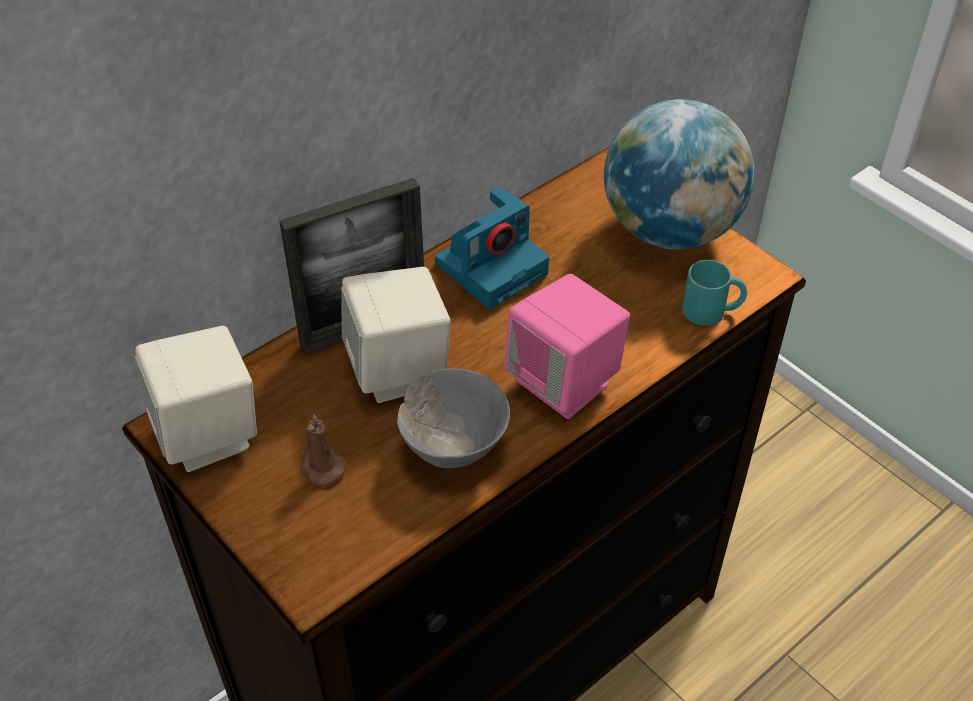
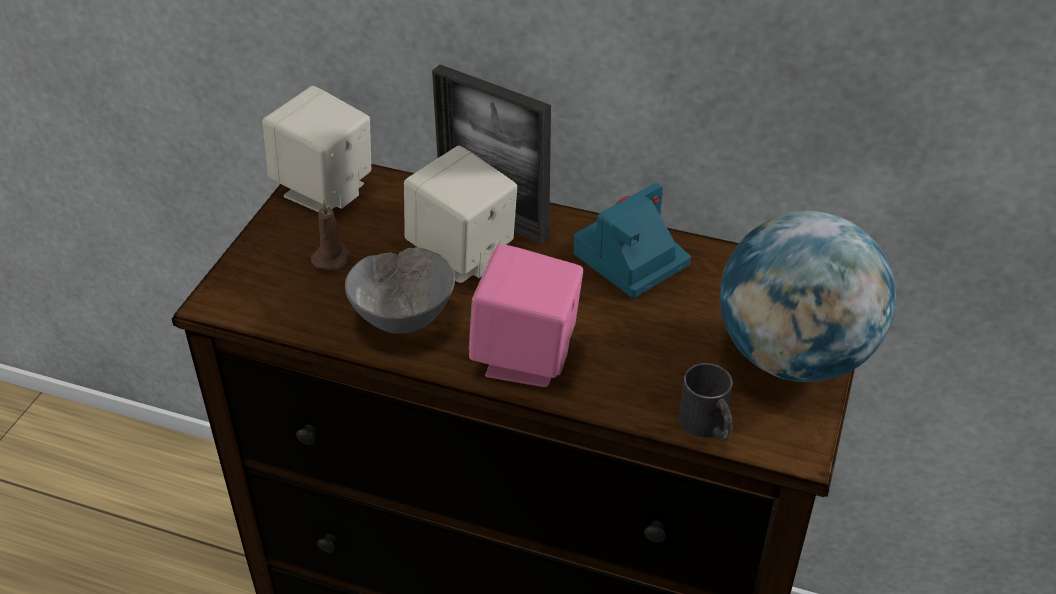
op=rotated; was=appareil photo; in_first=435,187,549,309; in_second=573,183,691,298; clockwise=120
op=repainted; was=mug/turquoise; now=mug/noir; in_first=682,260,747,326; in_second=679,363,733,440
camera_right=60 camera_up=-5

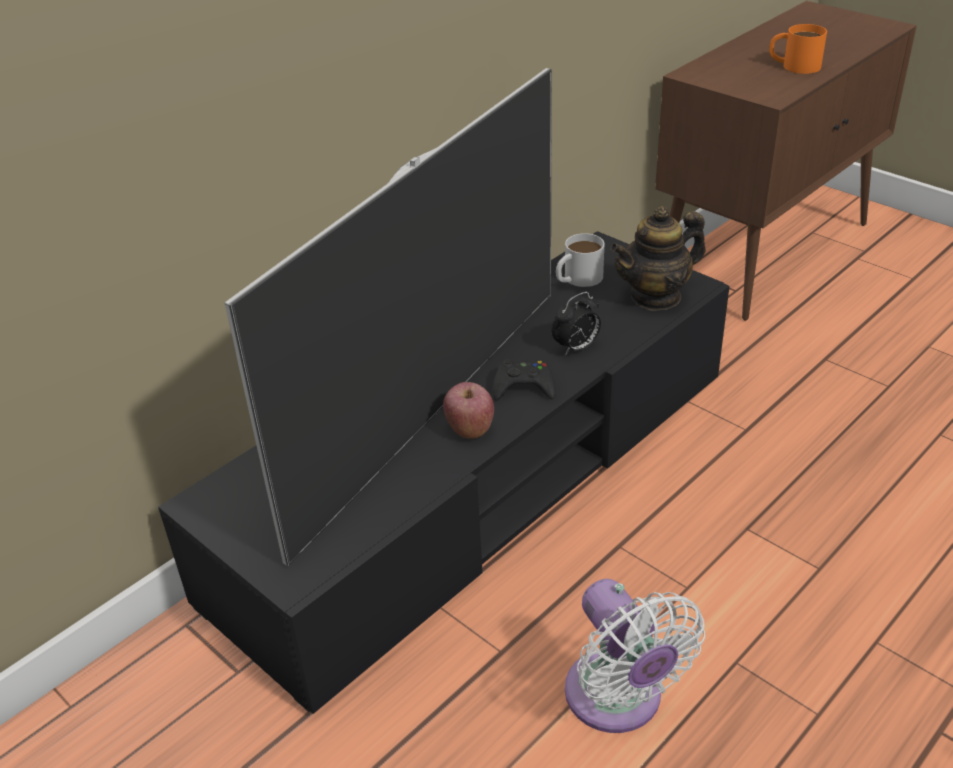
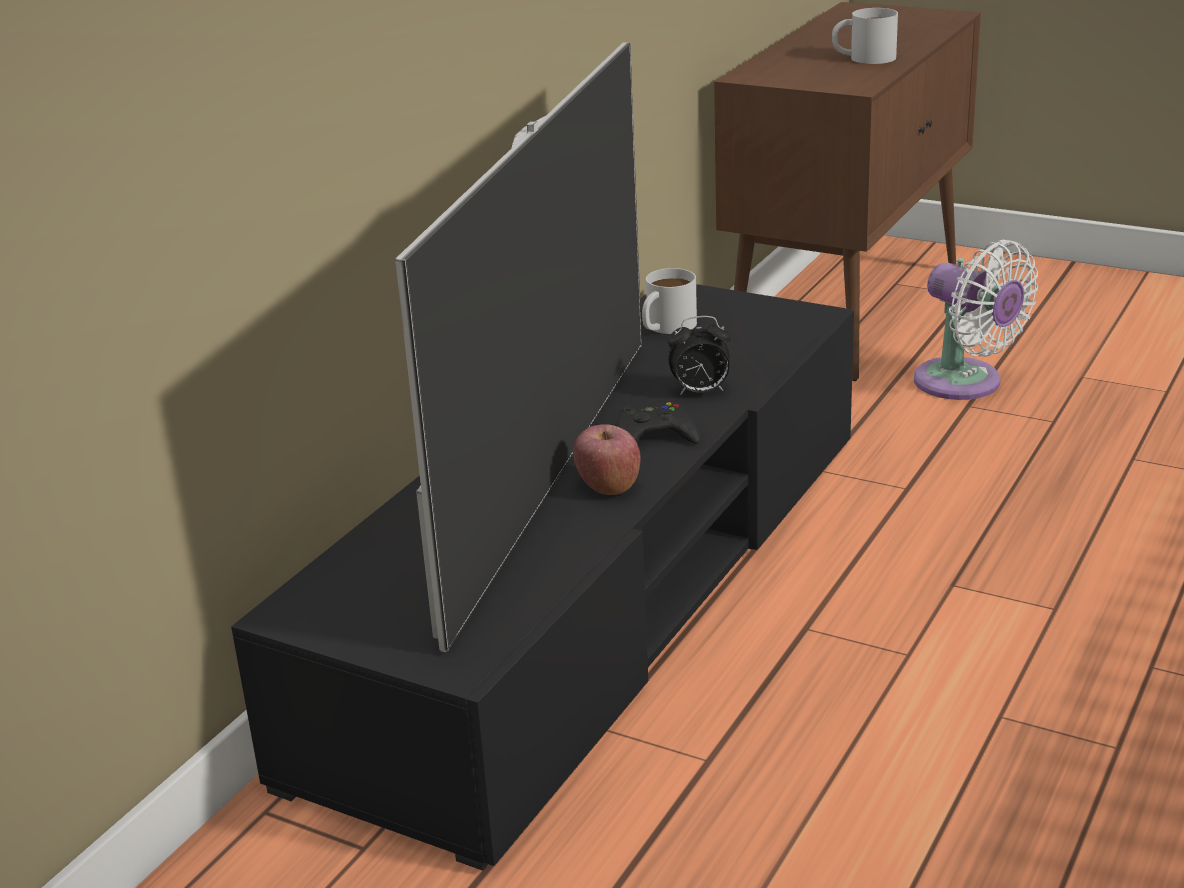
op=rotated; was=réveil; in_first=552,292,601,355; in_second=668,316,731,395; clockwise=45
op=repainted; was=mug/orange; now=mug/blanc; in_first=769,24,827,74; in_second=832,8,898,64
op=shifted; was=ventilateur/blanc; in_first=565,579,705,733; in_second=914,239,1038,400
op=gone; was=théière; in_first=610,206,706,311
camera_right=-15 camera_up=-10

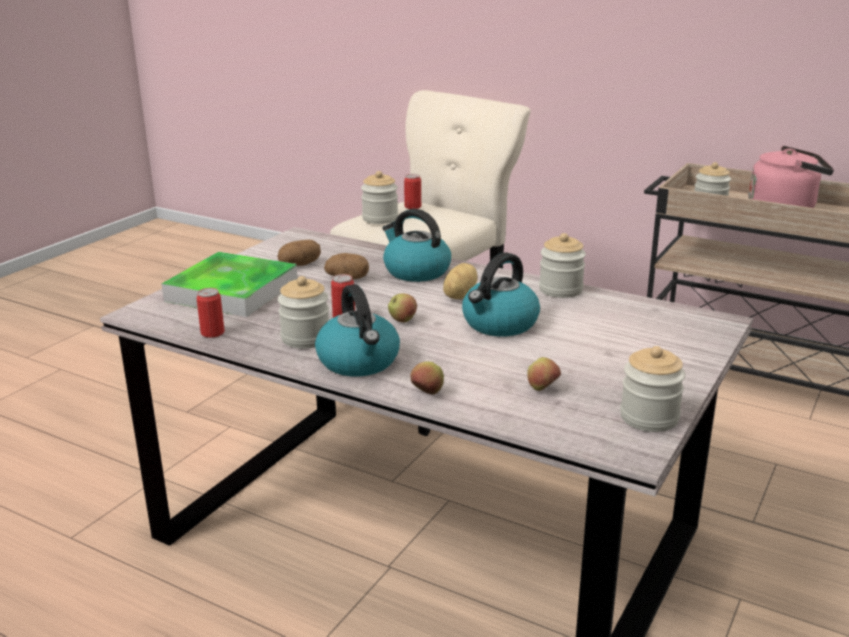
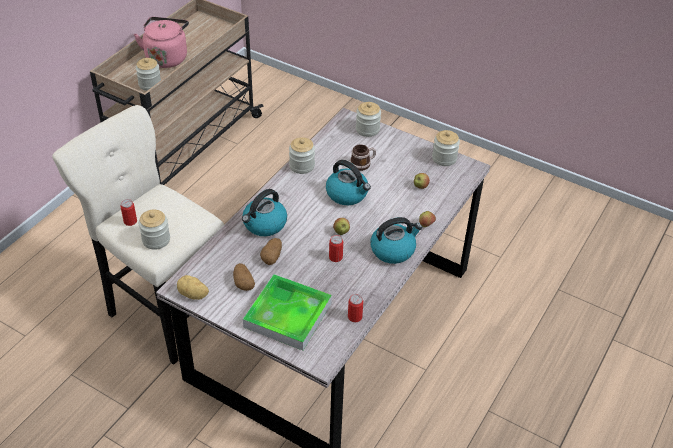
op=shifted; was=pomme de terre; in_first=443,263,478,299; in_second=177,275,209,300
op=new; now=mug; in_second=350,144,376,171
op=shifted; was=bocal; in_first=278,276,329,348; in_second=356,102,381,137
camera_right=-90 camera_up=20

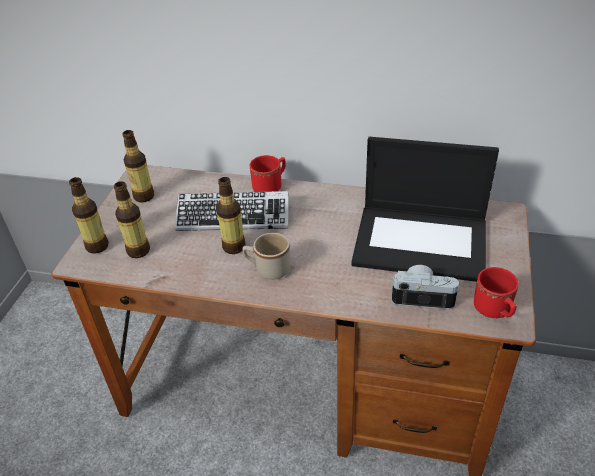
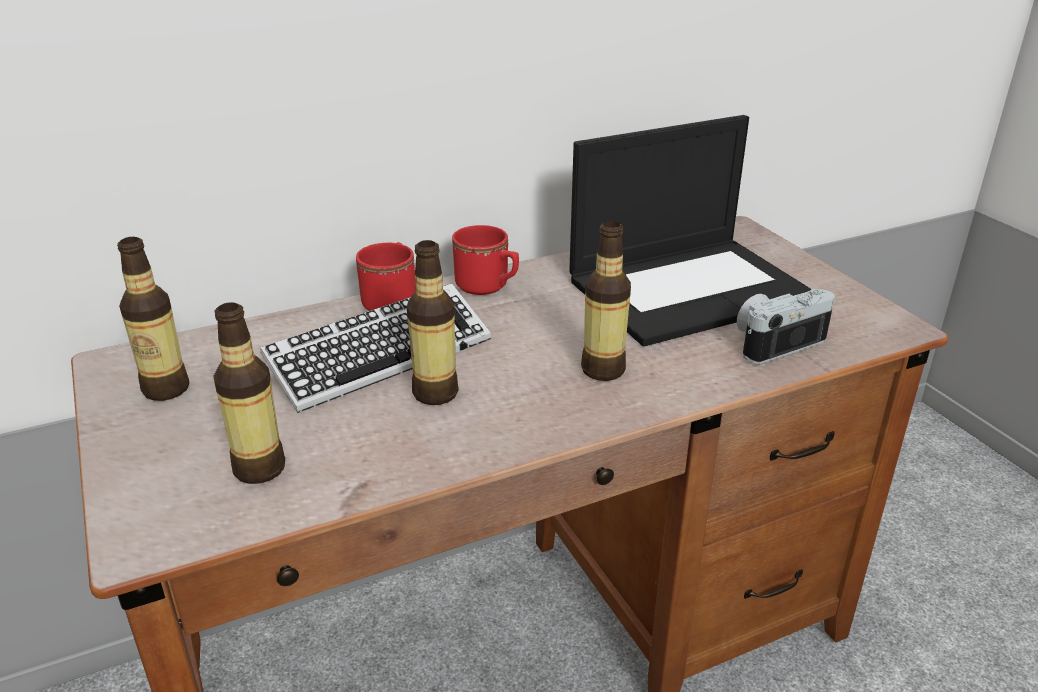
op=shifted; was=mug/rouge; in_first=474,267,519,318; in_second=452,225,519,295
op=shifted; was=bouteille; in_first=69,177,109,254; in_second=581,221,631,381
op=gone; was=mug/beige; in_first=243,233,291,280
camera_right=-40 camera_up=-10

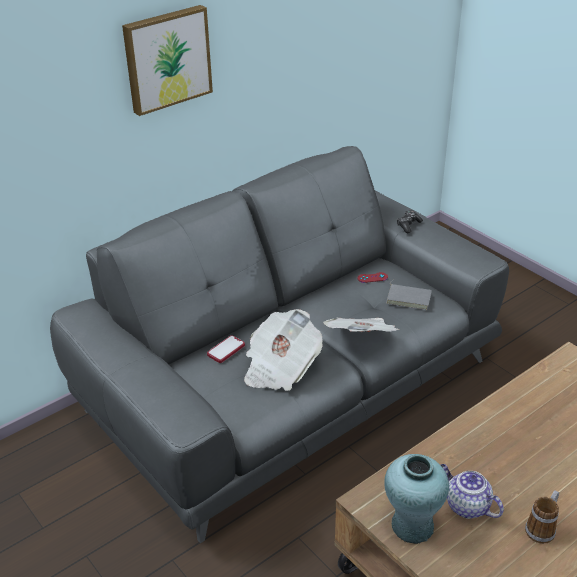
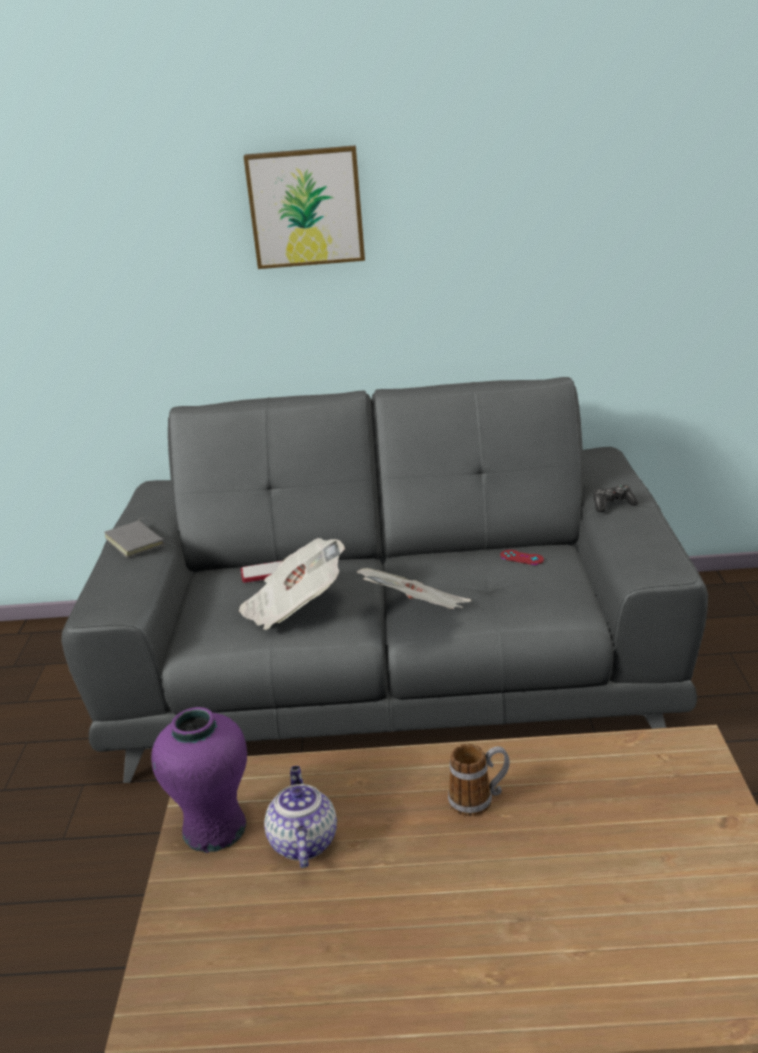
op=shifted; was=livre/gris; in_first=386,279,432,310; in_second=104,517,164,558
op=repainted; was=vase/turquoise; now=vase/violet; in_first=384,454,449,544; in_second=151,707,247,853
op=shifted; was=mug; in_first=525,490,559,544; in_second=448,744,510,816
camera_right=40 camera_up=-10

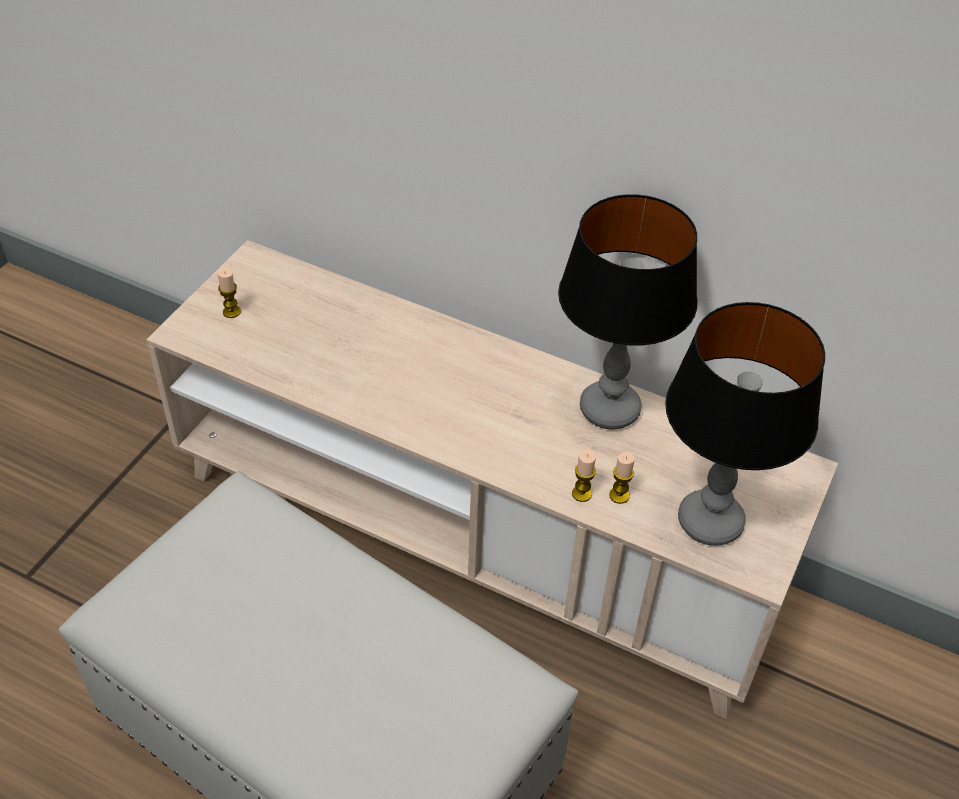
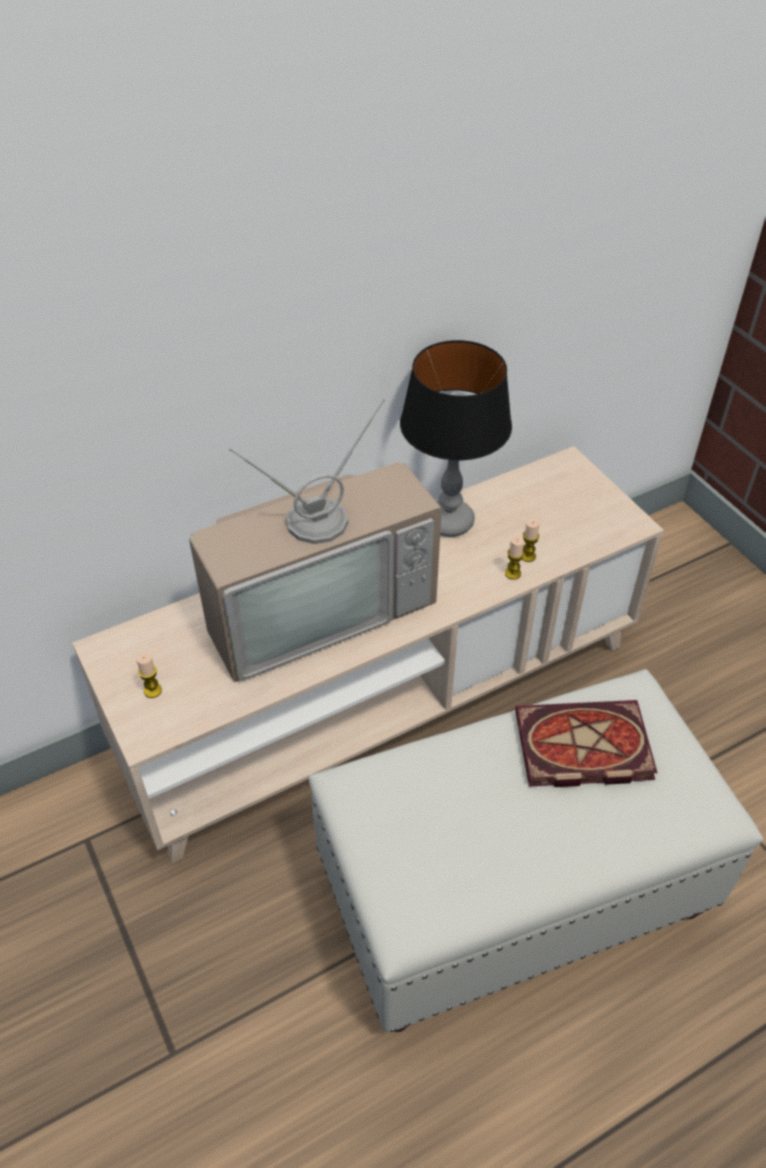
op=new; now=téléviseur; in_second=189,399,442,682
op=new; now=livre; in_second=515,700,658,787
op=gone; was=lampe de table; in_first=665,302,825,546
camera_right=-55 camera_up=0

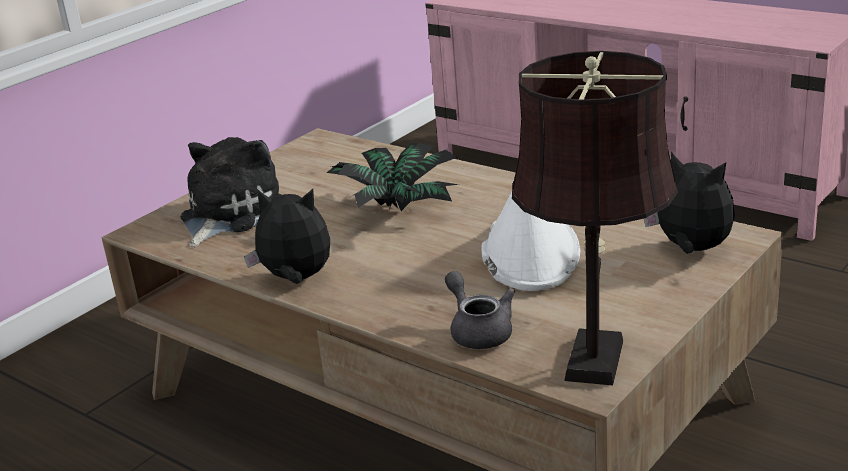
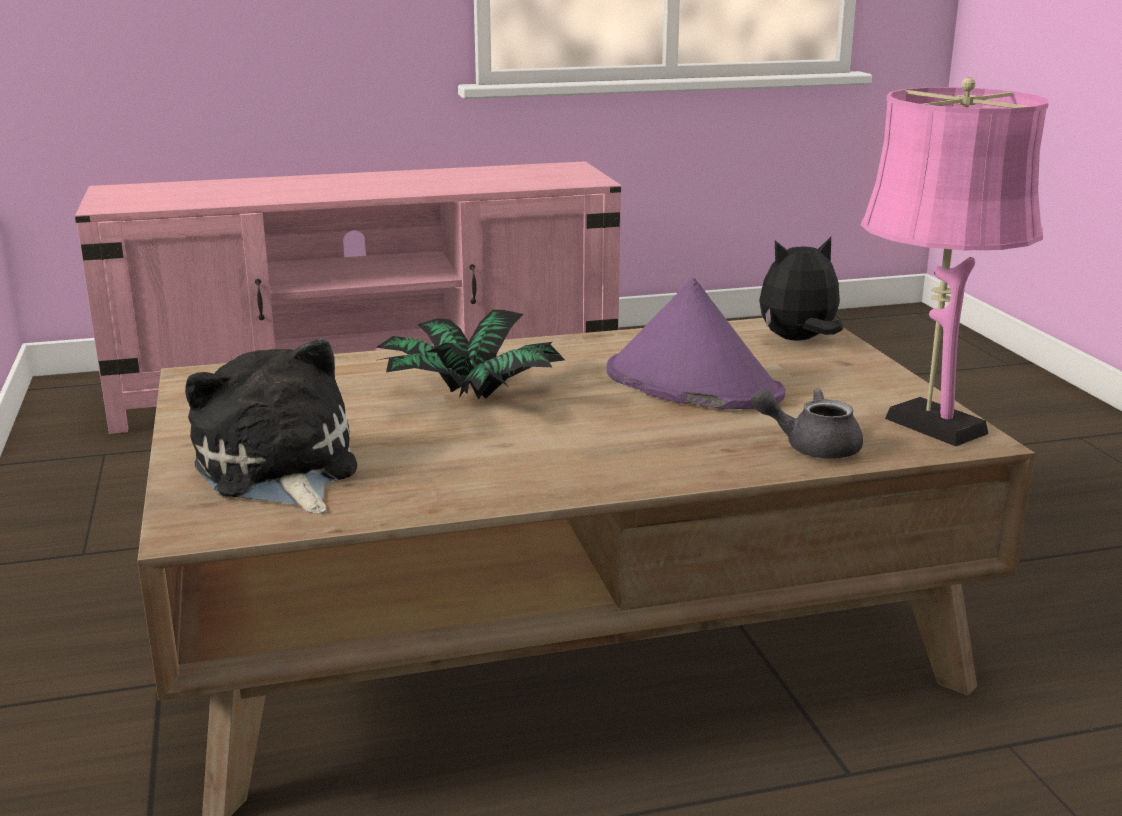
op=repainted; was=chapeau/blanc; now=chapeau/violet; in_first=481,191,581,291; in_second=606,278,785,409
op=repainted; was=lampe de table/marron; now=lampe de table/rose; in_first=512,51,678,386; in_second=861,77,1049,446
op=gone; was=peluche; in_first=244,189,330,284
camera_right=-55 camera_up=-5

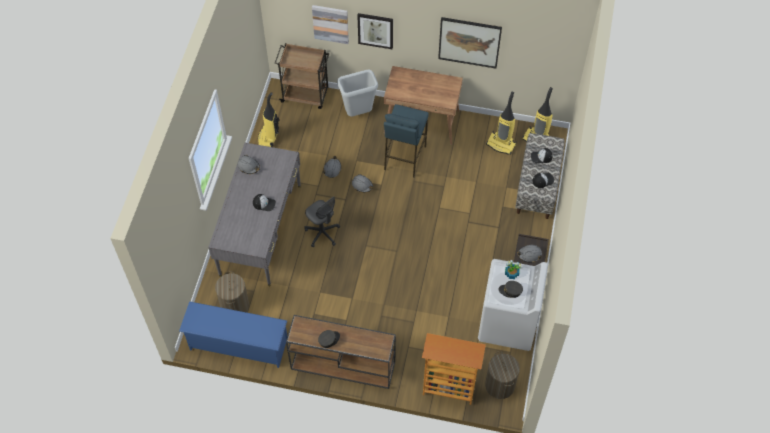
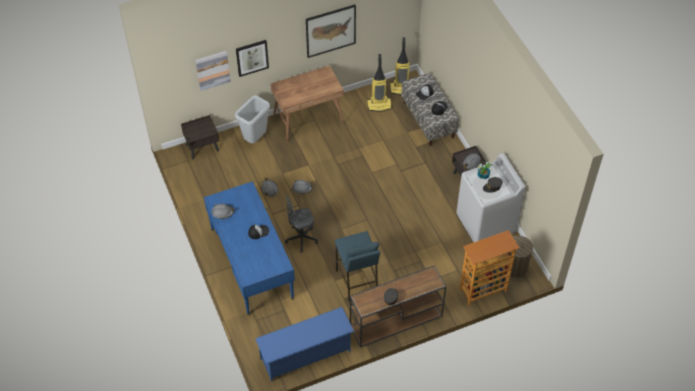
op=swapped; was=chariot/marron; now=table de chevet/marron; in_first=275,43,329,109; in_second=181,115,219,159
op=repainted; was=bureau/gris; now=bureau/bleu; in_first=208,143,301,286; in_second=204,181,295,315
op=rotated; was=chaise de bureau/gris; in_first=304,196,340,247; in_second=285,195,318,253; clockwise=150
op=shifted; was=tabouret/bleu; in_first=384,104,429,178; in_second=335,231,380,302
op=gone; was=panier à linge; in_first=215,271,249,312
op=gone; was=aspirateur; in_first=258,92,279,147
camera_right=-35 camera_up=-5

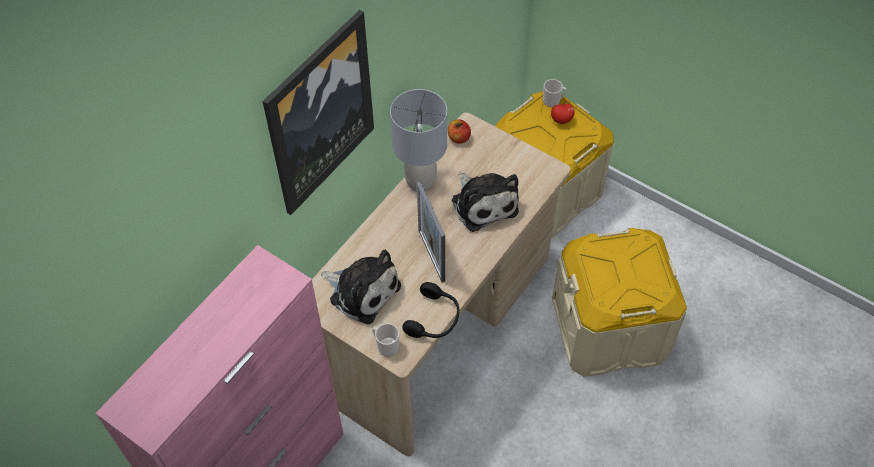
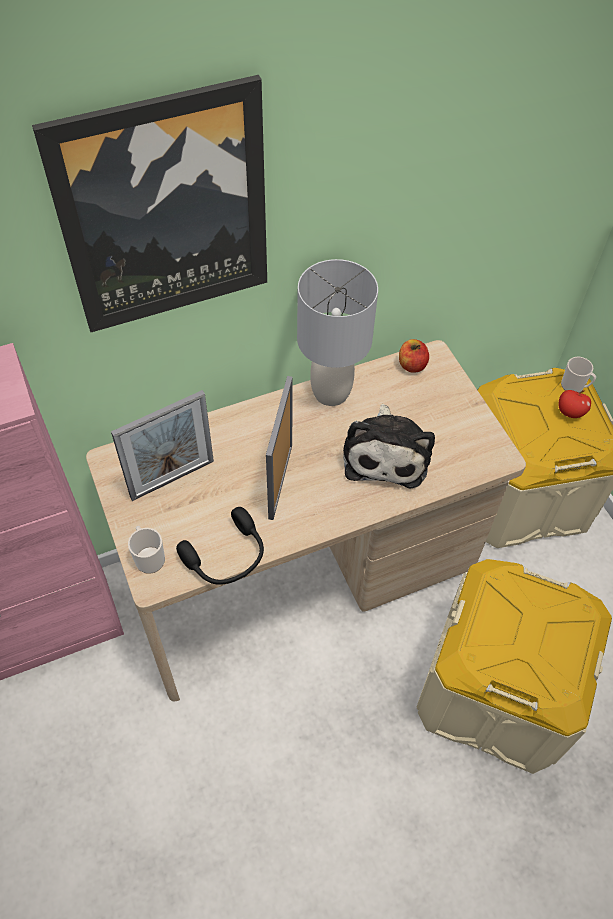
op=swapped; was=peluche; now=cadre photo; in_first=321,250,401,324; in_second=111,390,214,501
camera_right=30 camera_up=0

